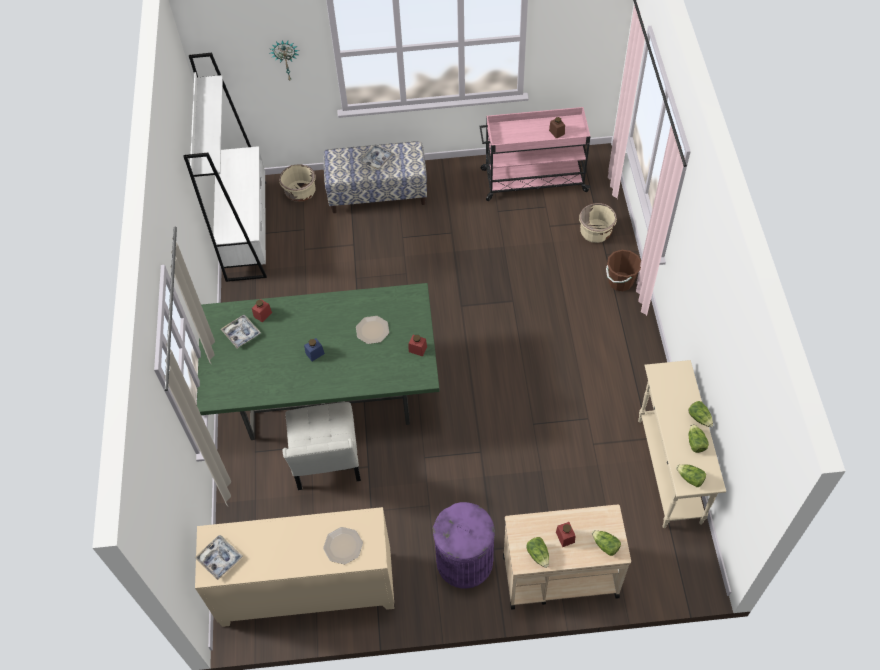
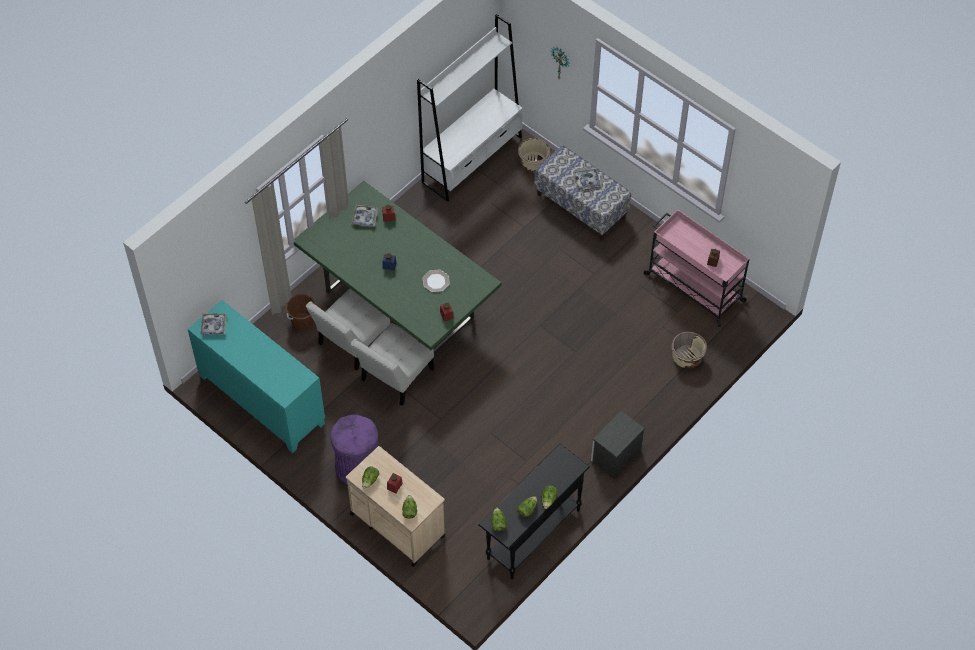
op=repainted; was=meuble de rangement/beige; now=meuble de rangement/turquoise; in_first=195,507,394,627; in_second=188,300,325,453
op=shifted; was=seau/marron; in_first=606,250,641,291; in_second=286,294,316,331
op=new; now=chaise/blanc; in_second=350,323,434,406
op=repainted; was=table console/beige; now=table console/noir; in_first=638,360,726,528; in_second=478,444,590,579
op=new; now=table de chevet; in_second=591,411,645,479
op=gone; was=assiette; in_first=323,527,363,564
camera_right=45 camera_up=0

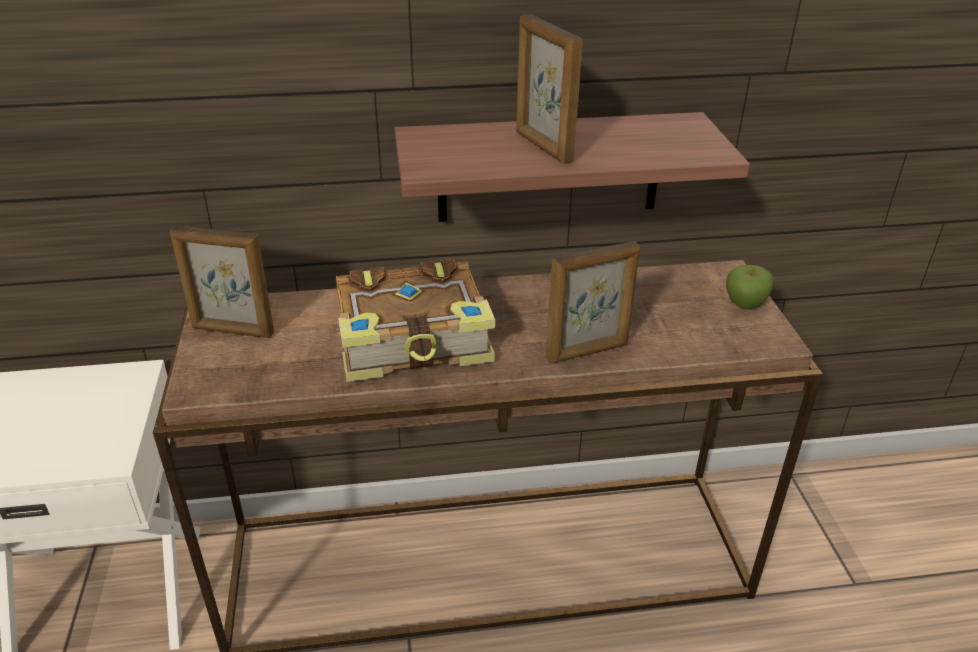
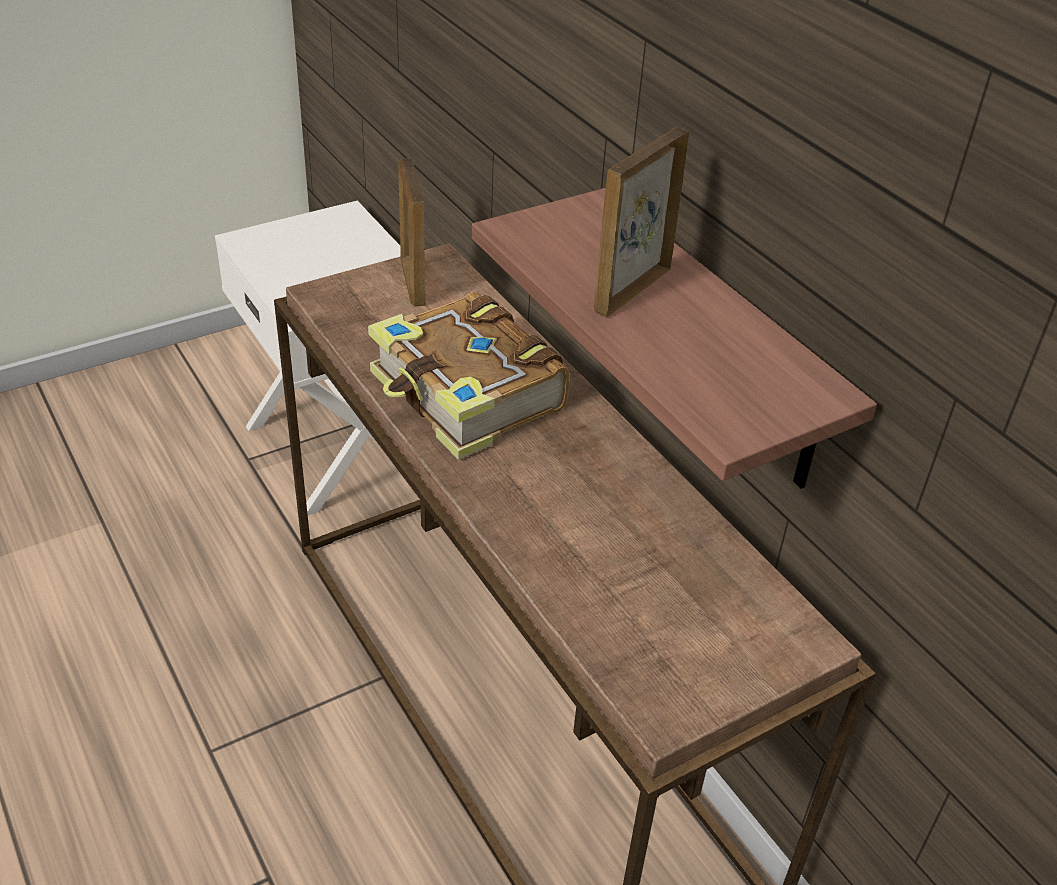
op=gone; was=cadre photo; in_first=546,241,640,364
op=gone; was=pomme; in_first=726,265,774,309
camera_right=65 camera_up=5

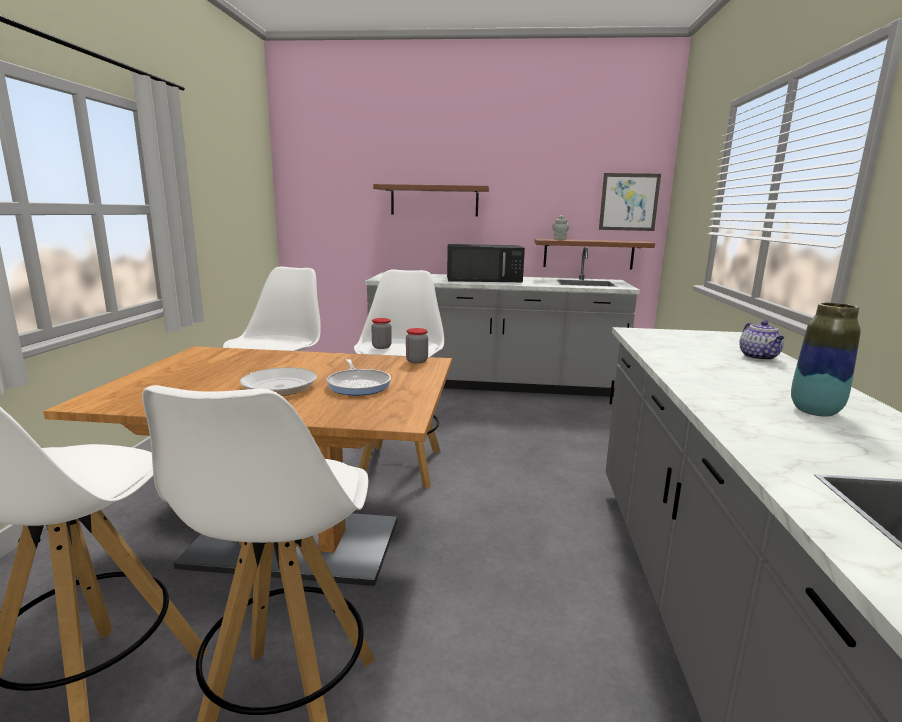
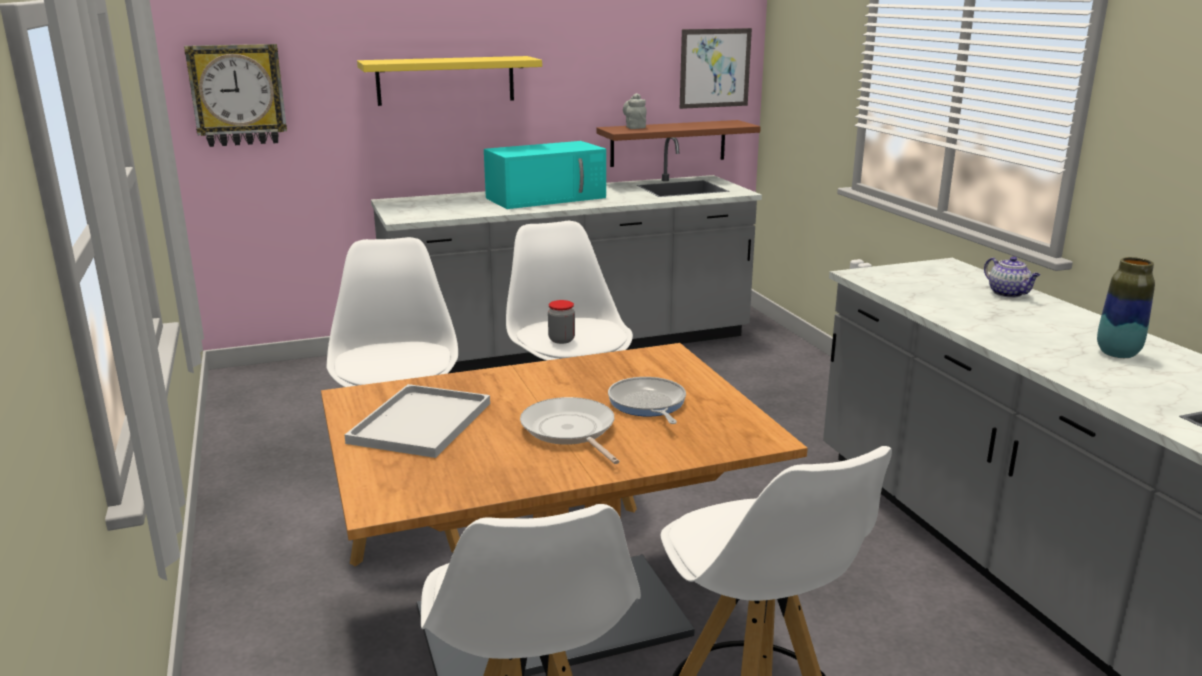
op=new; now=horloge murale; in_second=184,44,287,147
op=new; now=plateau/blanc; in_second=345,384,490,458
op=repainted; was=étagère/marron; now=étagère/jaune; in_first=373,184,489,216; in_second=357,56,542,106
op=repainted; was=micro-ondes/noir; now=micro-ondes/turquoise; in_first=447,244,525,282; in_second=484,141,606,209
op=rotated; was=poêle; in_first=326,359,391,395; in_second=608,377,686,424; clockwise=-150
op=gone; was=bocal; in_first=406,328,428,364
camera_right=-25 camera_up=5

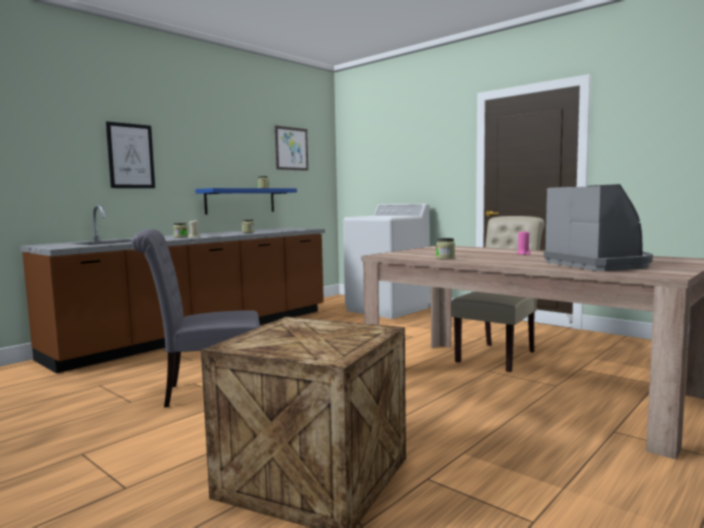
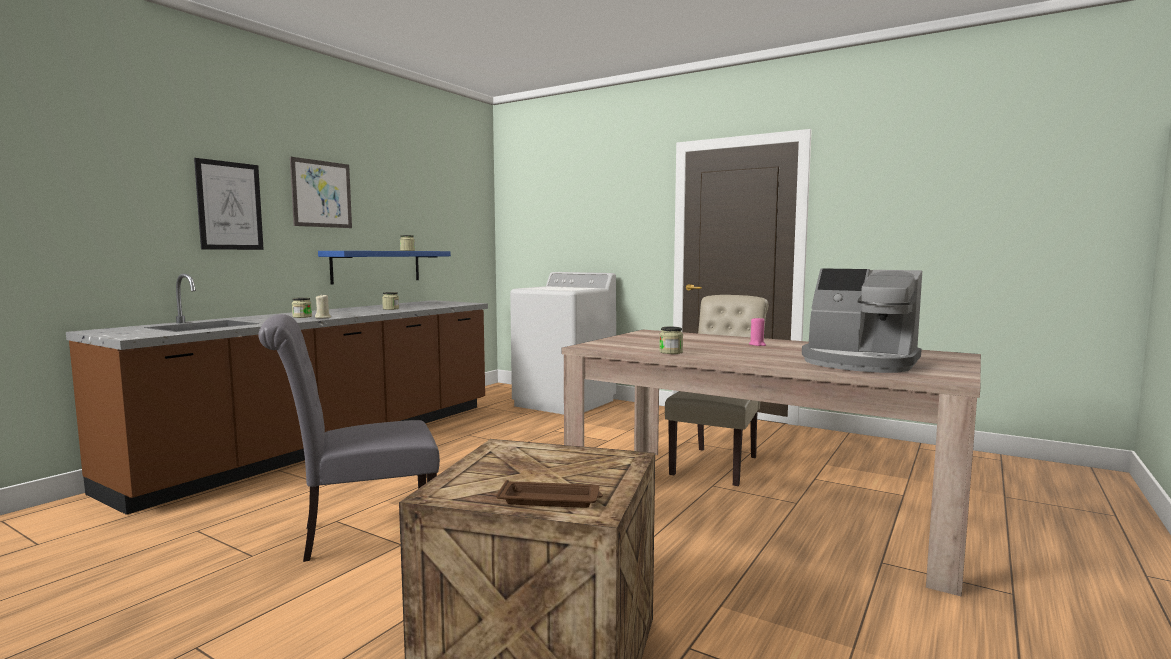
op=shifted; was=tableau; in_first=275,125,308,171; in_second=290,157,352,228
op=new; now=plateau/marron; in_second=496,480,603,508
op=rotated; was=machine à café; in_first=544,184,653,271; in_second=802,268,922,373; clockwise=150
camera_right=-10 camera_up=0

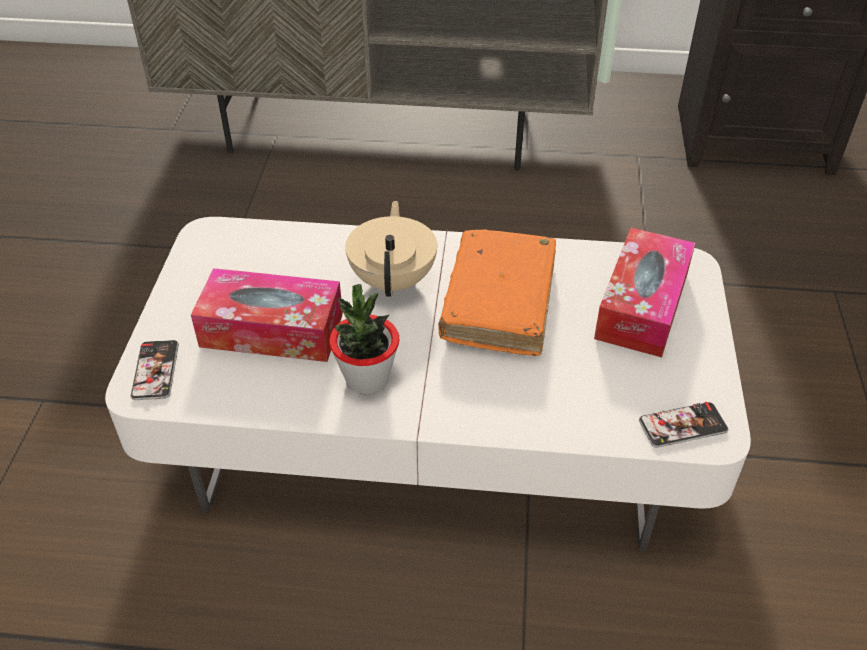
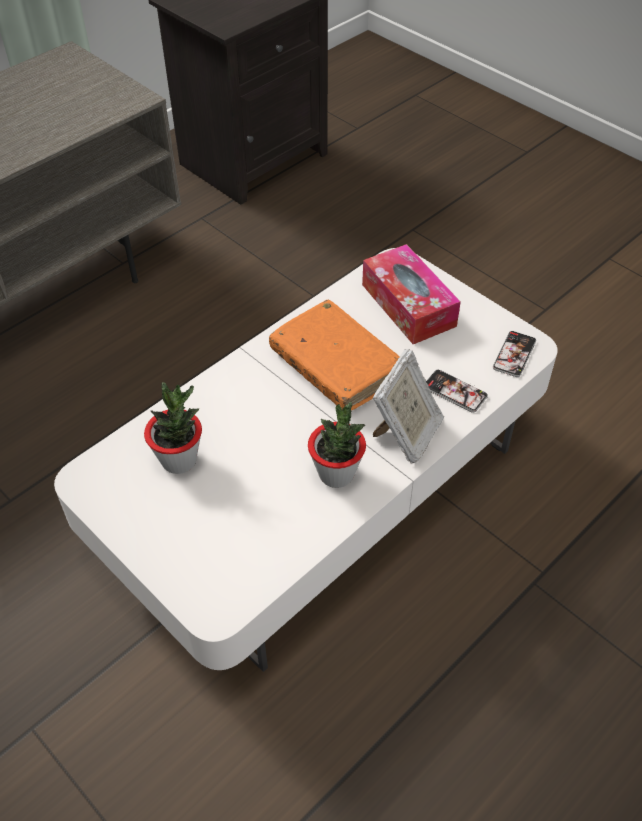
op=new; now=plante en pot; in_second=144,382,202,474
op=new; now=cadre photo; in_second=373,349,444,464
op=shifted; was=téléphone; in_first=131,340,179,400; in_second=426,370,488,413
op=gone; was=boîte à mouchoirs; in_first=191,268,343,362
op=gone; was=théière/beige; in_first=345,201,437,297
camera_right=-50 camera_up=5

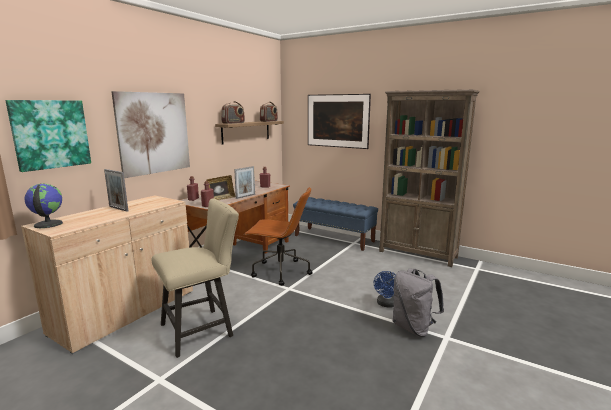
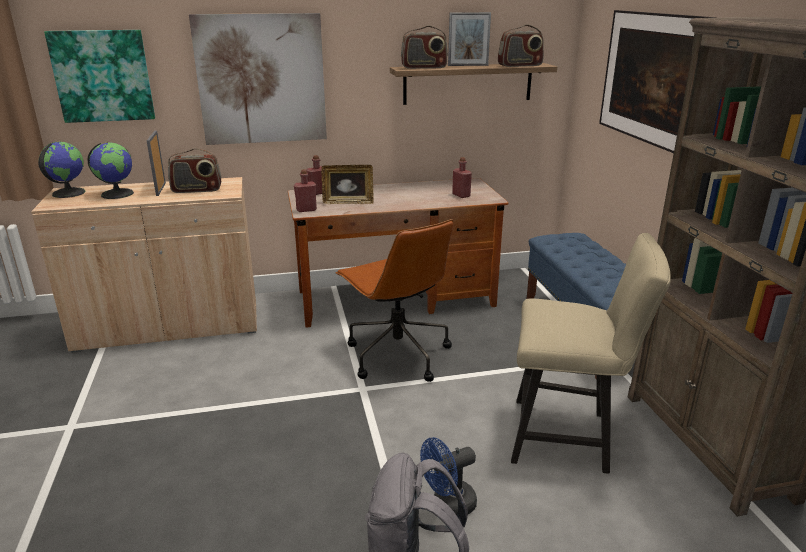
op=new; now=globe; in_second=88,143,134,199
op=new; now=radio; in_second=168,148,221,193
op=shifted; was=cadre photo; in_first=234,166,255,199; in_second=448,12,491,66
op=shifted; was=chaise/beige; in_first=152,198,239,358; in_second=511,233,671,474
camera_right=45 camera_up=10

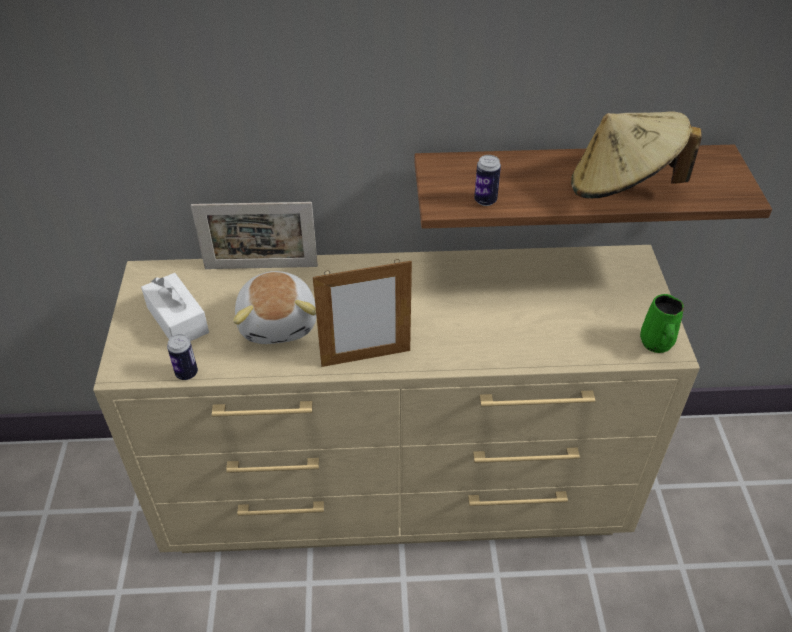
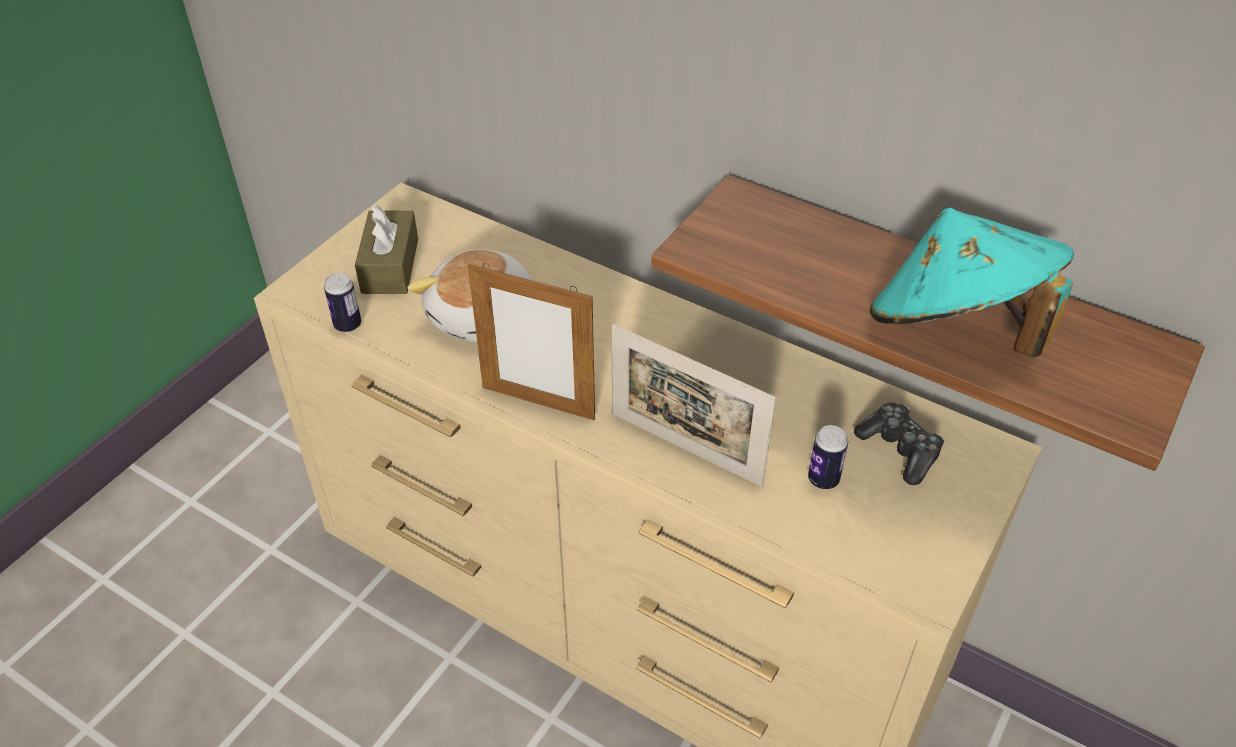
op=repainted; was=boîte à mouchoirs/blanc; now=boîte à mouchoirs/marron; in_first=141,273,209,341; in_second=355,204,418,294
op=shifted; was=cadre photo; in_first=191,202,318,269; in_second=612,324,776,487
op=shifted; was=boîte métallique; in_first=474,155,501,206; in_second=808,425,848,489
op=new; now=manette; in_second=854,403,944,485
op=repainted; was=chapeau/beige; now=chapeau/turquoise; in_first=571,112,702,198; in_second=870,208,1074,358
op=gone; was=mug/vert; in_first=640,294,684,353
camera_right=35 camera_up=0

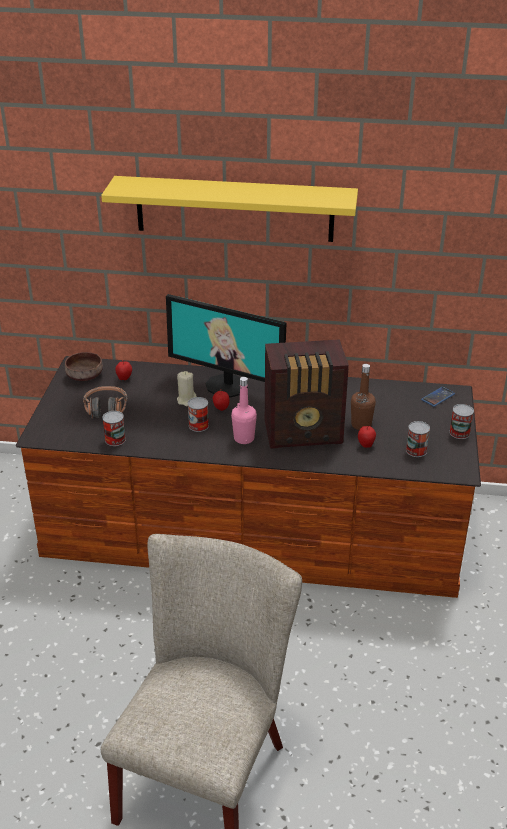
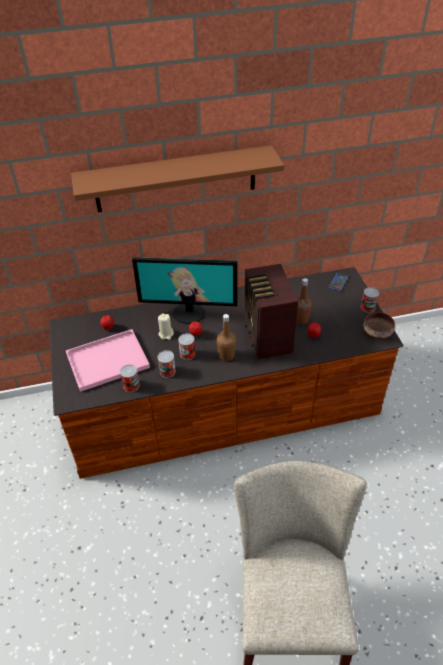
op=swapped; was=casque audio; now=plateau/rose; in_first=83,386,128,419; in_second=66,329,150,392
op=repainted; was=étagère/jaune; now=étagère/marron; in_first=101,176,358,242; in_second=71,145,284,212
op=shifted; was=boîte métallique; in_first=406,421,430,457; in_second=158,350,176,378
op=repainted; was=bouteille/rose; now=bouteille/marron; in_first=231,377,257,444; in_second=217,314,236,361
op=rotated; was=radio; in_first=265,339,349,449; in_second=244,264,298,359; clockwise=105
op=shifted; was=bol/marron; in_first=65,352,103,381; in_second=363,312,395,339
camera_right=-20 camera_up=10

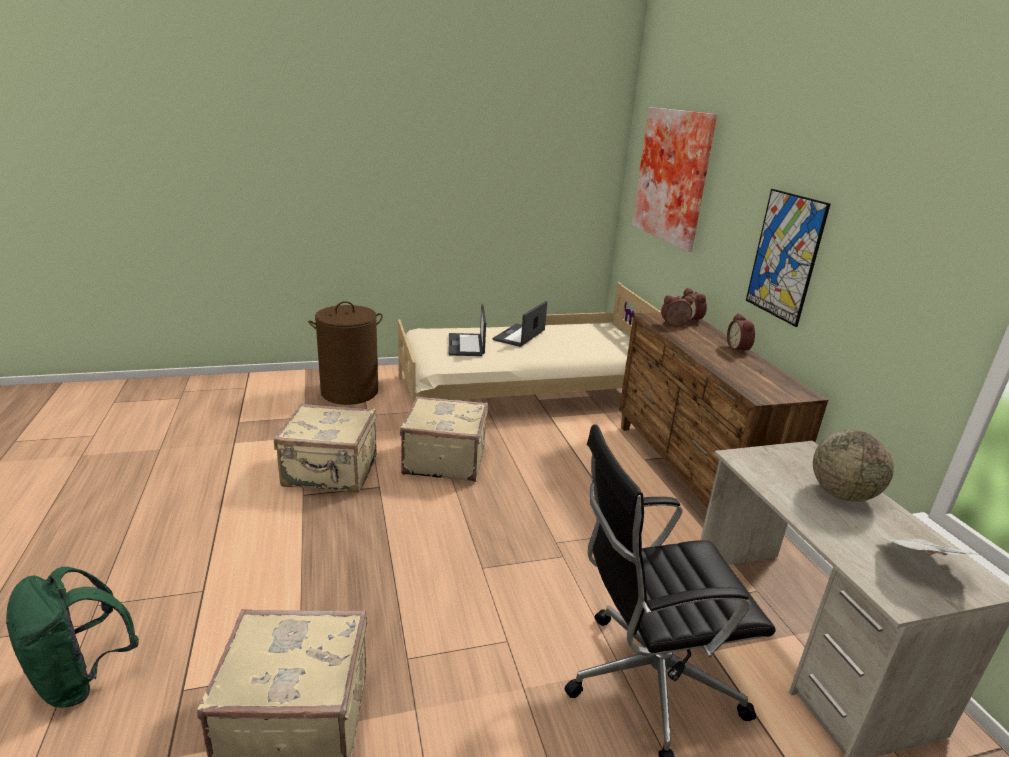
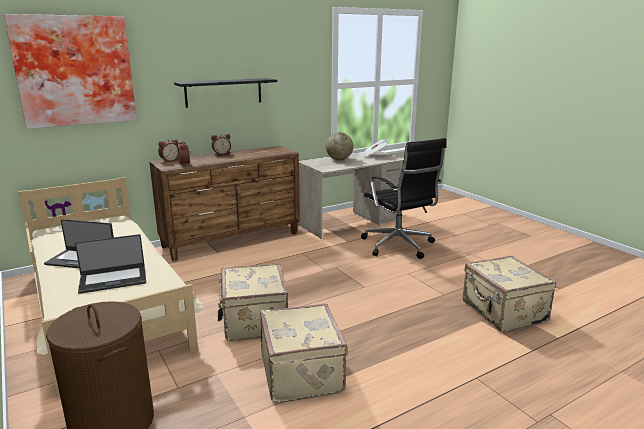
op=swapped; was=tableau; now=étagère/noir; in_first=746,189,831,327; in_second=174,78,277,108
op=gone; was=sac à dos/vert; in_first=6,567,139,708
camera_right=-105 camera_up=-5

